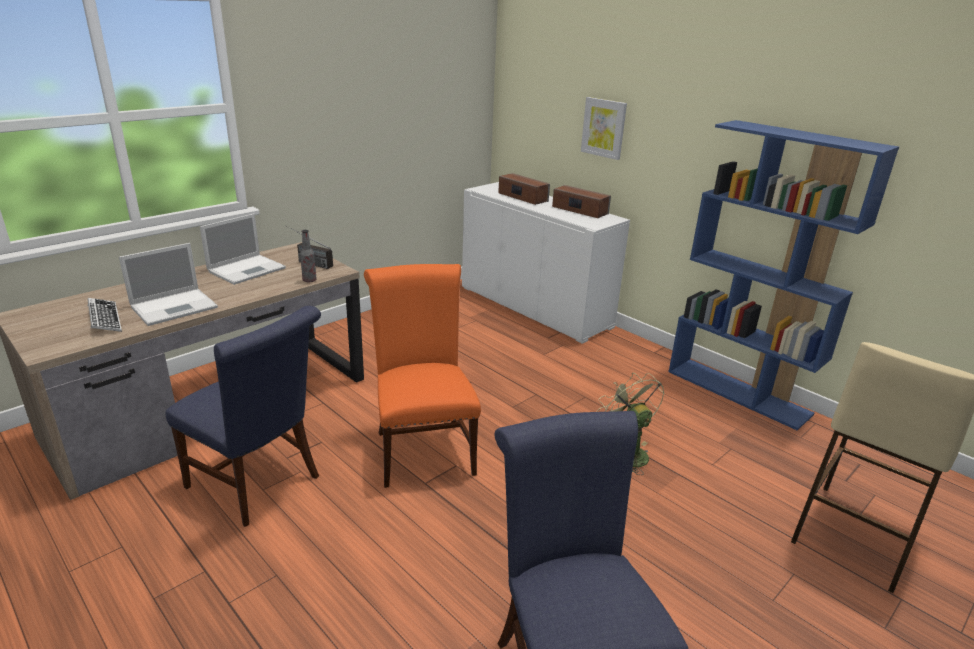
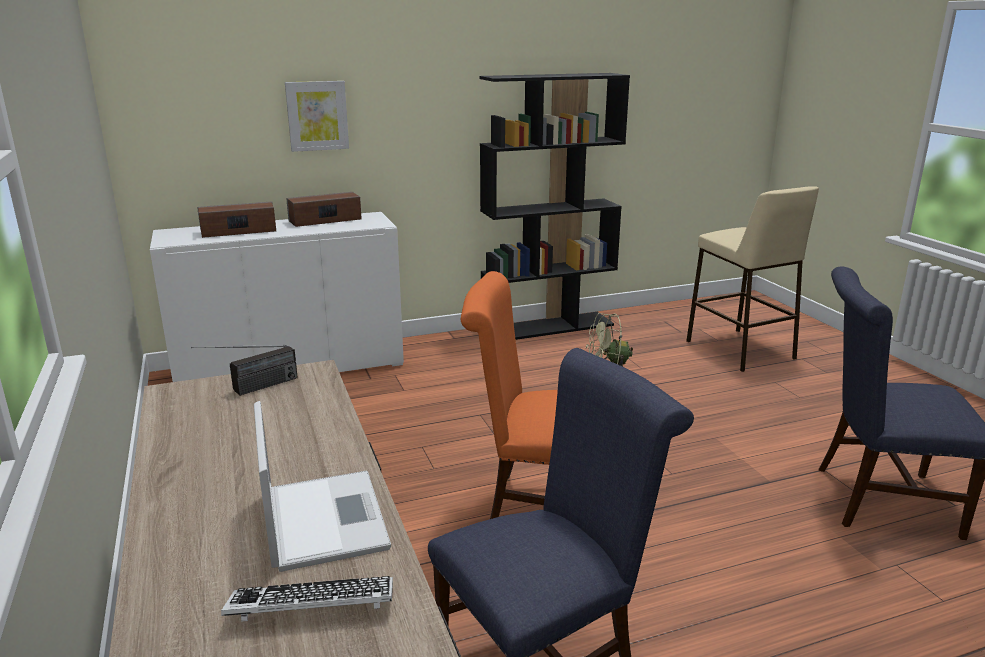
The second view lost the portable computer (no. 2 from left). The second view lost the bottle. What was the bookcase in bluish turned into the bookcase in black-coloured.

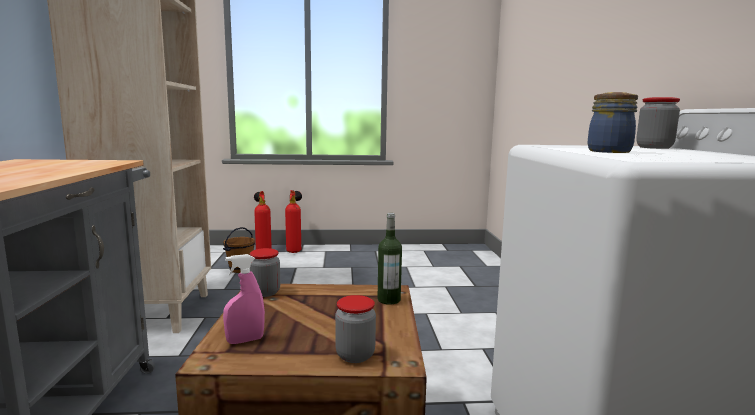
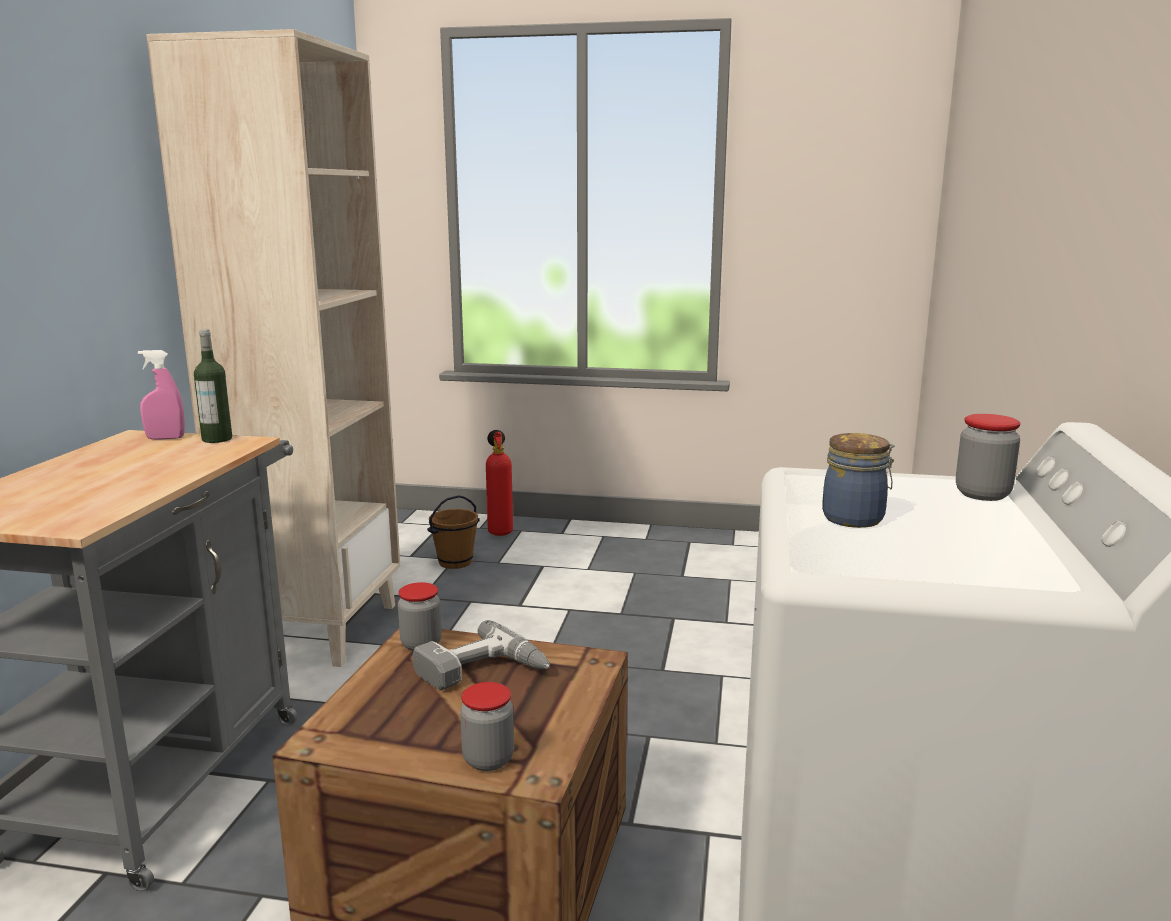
The second view lost the fire extinguisher (no. 2 from left). The second view gained the power drill. The sprayer in pink ended up elsewhere. The bottle ended up elsewhere.

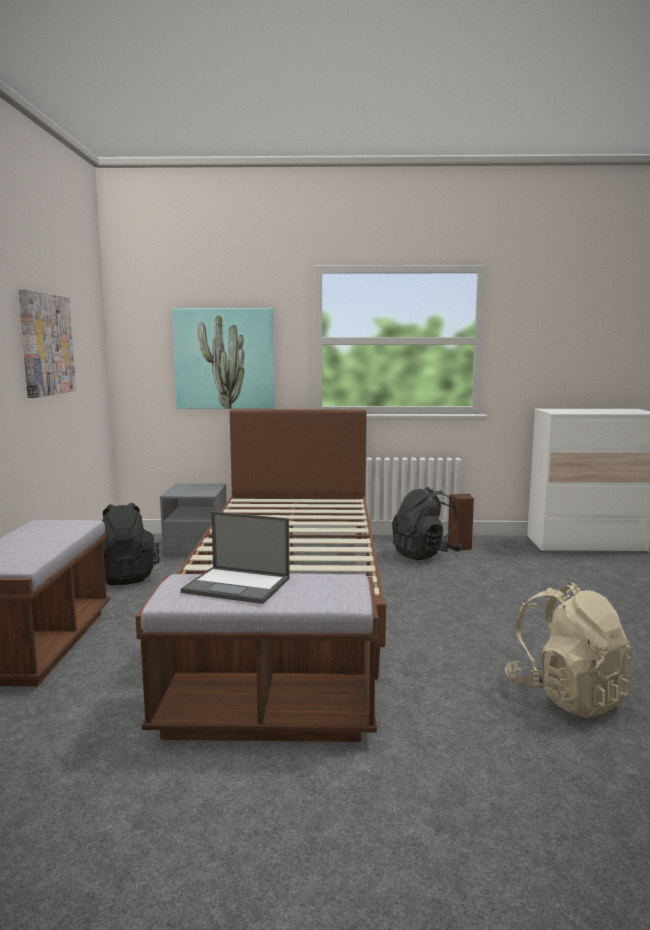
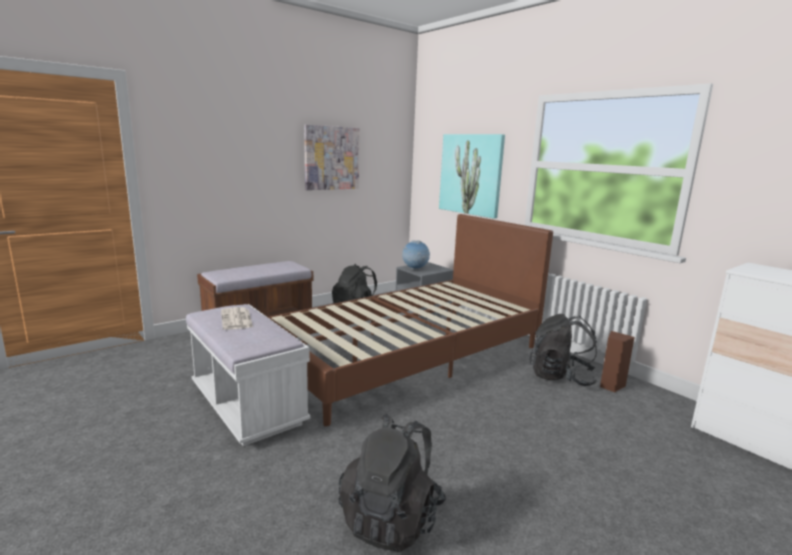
The second view gained the globe. Where the portable computer stood, the daily paper came to stand. What was the bench in brownish (no. 2 from left) turned into the bench in white. What was the knapsack in beige turned into the knapsack in black-coloured (no. 2 from left).

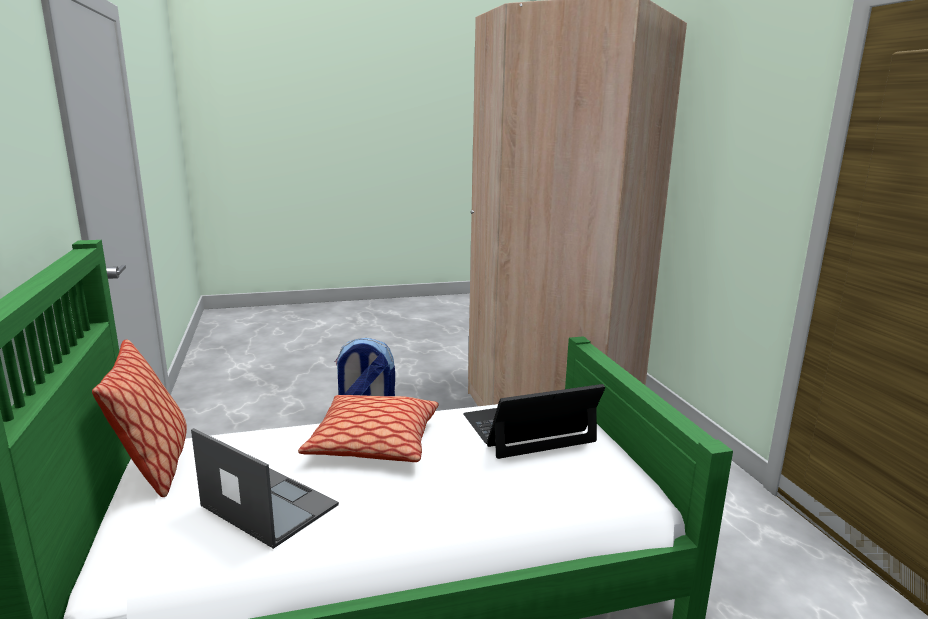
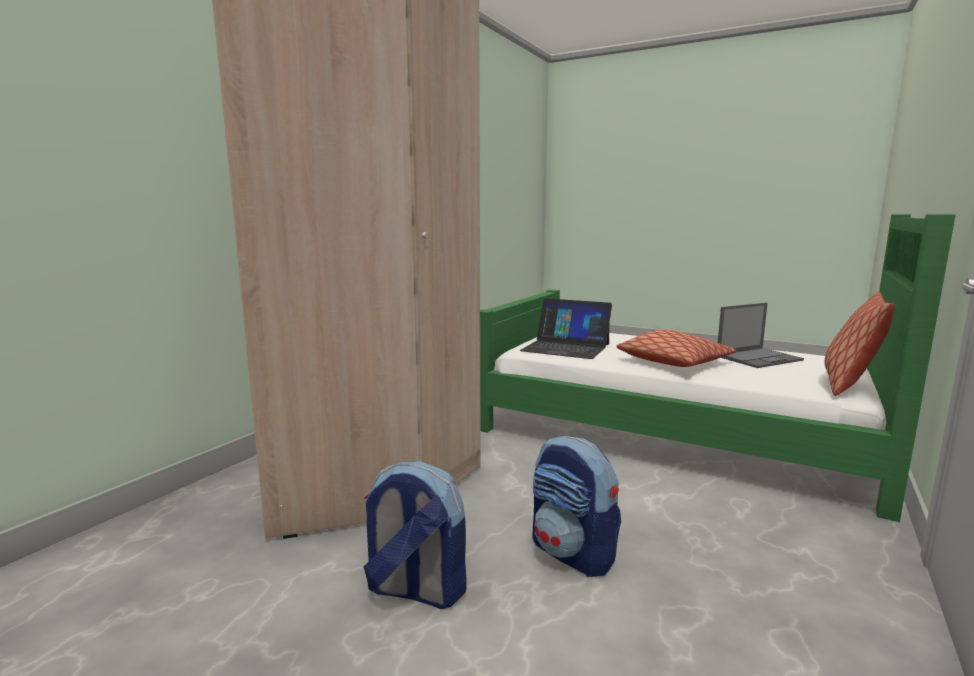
The second view gained the knapsack (no. 1 from left). The portable computer (no. 1 from left in the first image) ended up facing another way, 105 degrees counterclockwise from before.

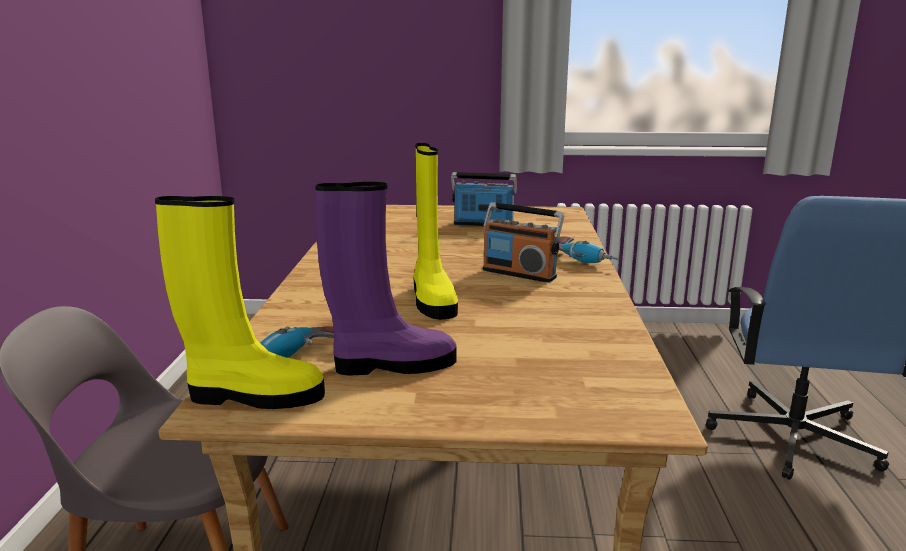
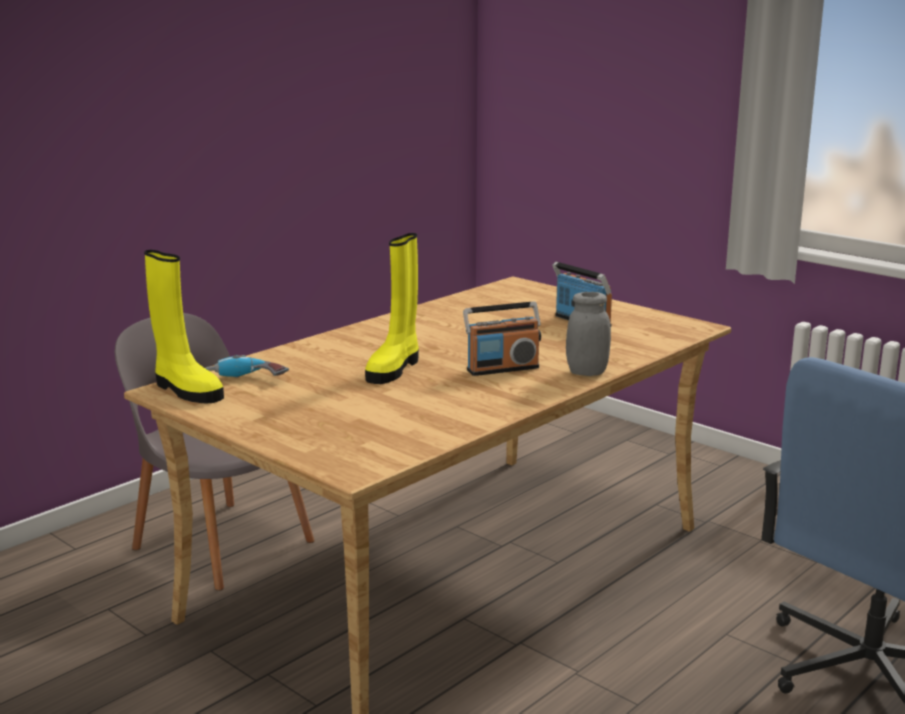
The second view lost the high-top boot in purplish. Where the power drill (no. 2 from left) stood, the jar in gray came to stand. The radio (no. 2 from left in the first image) ended up facing another way, 90 degrees counterclockwise from before.

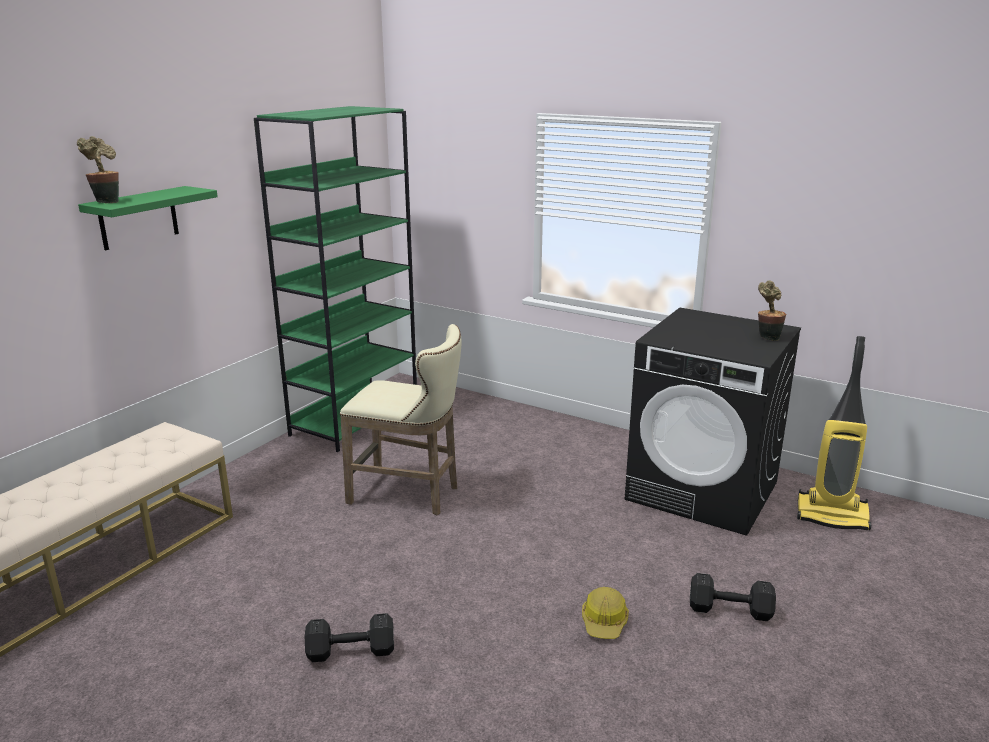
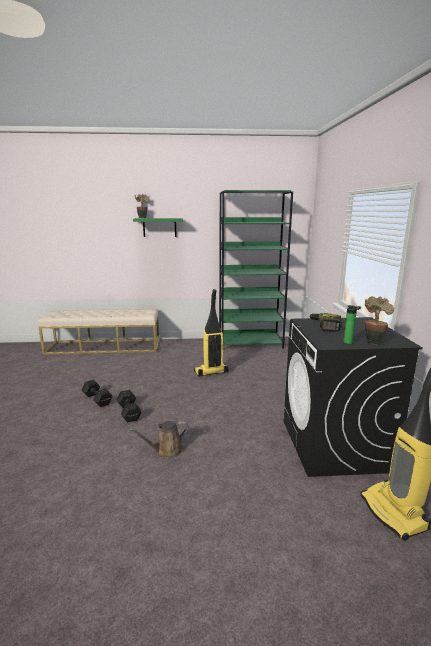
The second view gained the power drill. The second view gained the bottle. The hand weight in black-coloured (no. 2 from left) ended up elsewhere. Where the stool seat in beige stood, the vacuum (no. 1 from left) came to stand. Where the hard hat stood, the watering can in brownish came to stand.

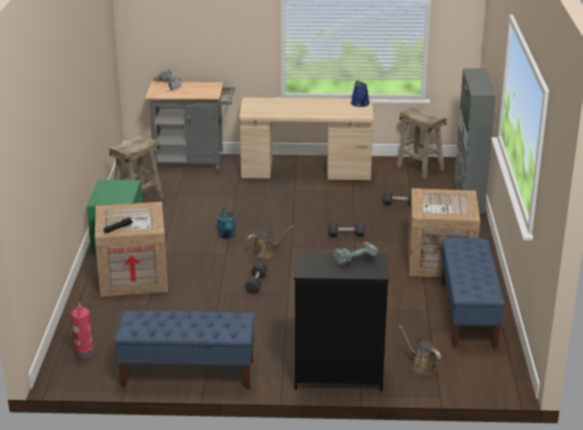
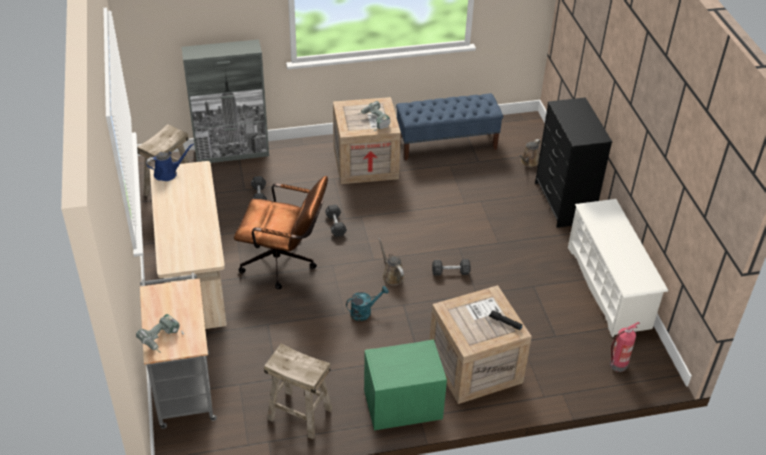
The second view gained the computer chair in brownish. The power drill (no. 2 from left) ended up elsewhere. Where the bench in bluish (no. 1 from left) stood, the shoe shelf in white came to stand.

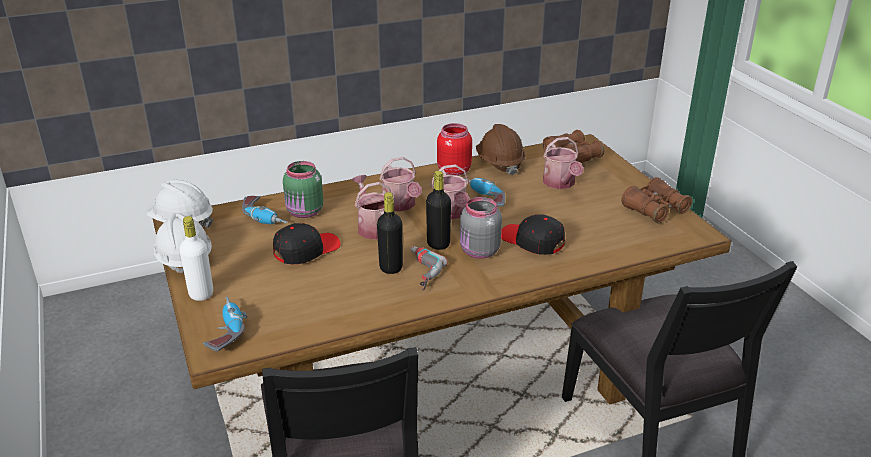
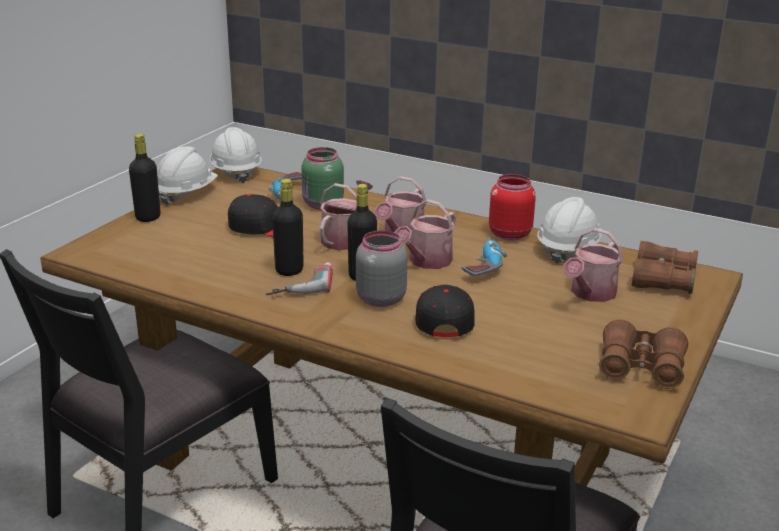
The second view lost the power drill (no. 1 from left). What was the bottle in white turned into the bottle in black-coloured (no. 1 from left). What was the hard hat in brownish turned into the hard hat in white (no. 3 from left).

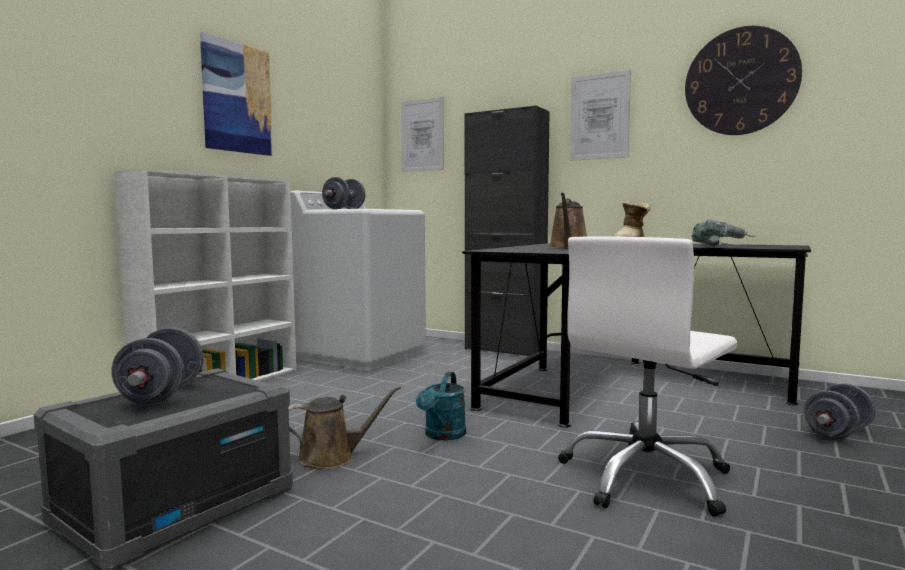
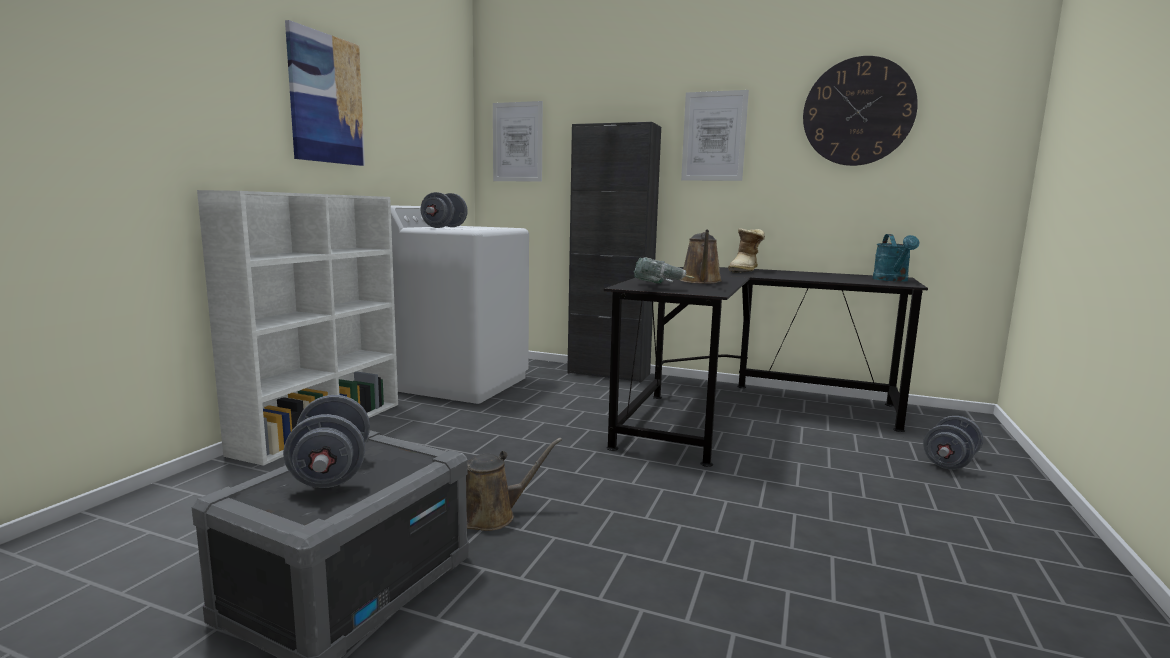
The second view lost the computer chair in white. The watering can in blue-green ended up elsewhere. The power drill ended up elsewhere.

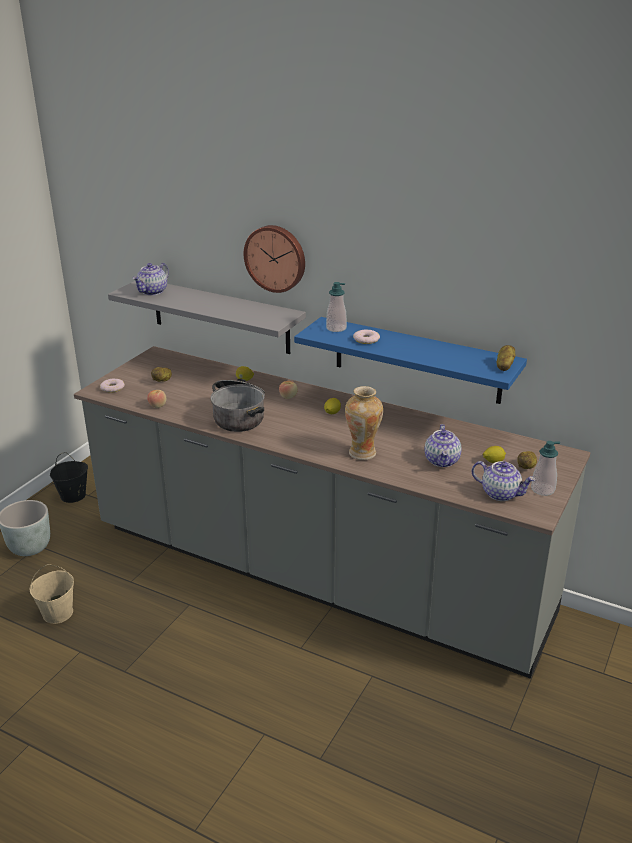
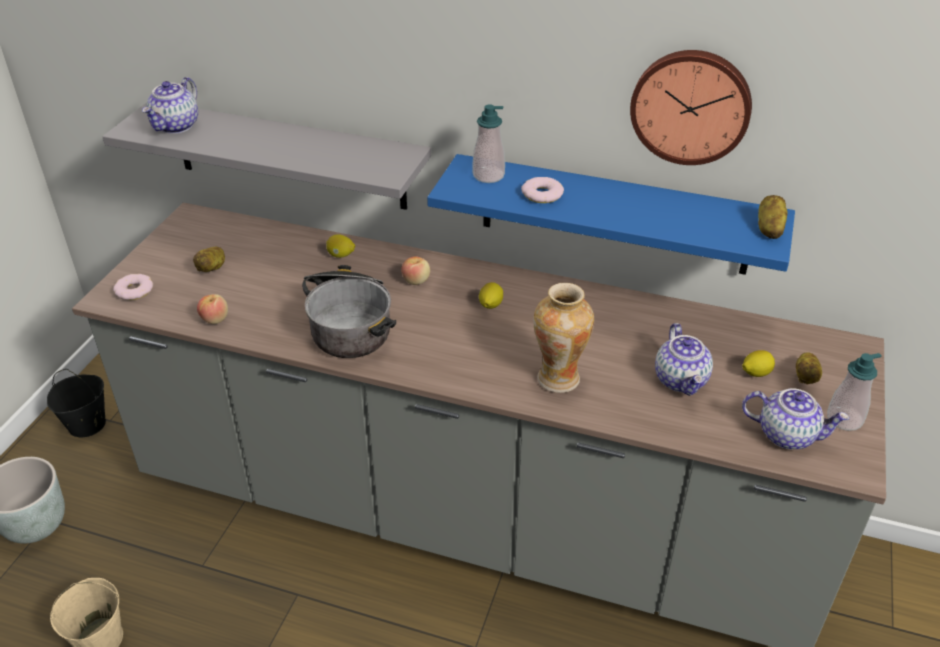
The wall clock ended up elsewhere.

